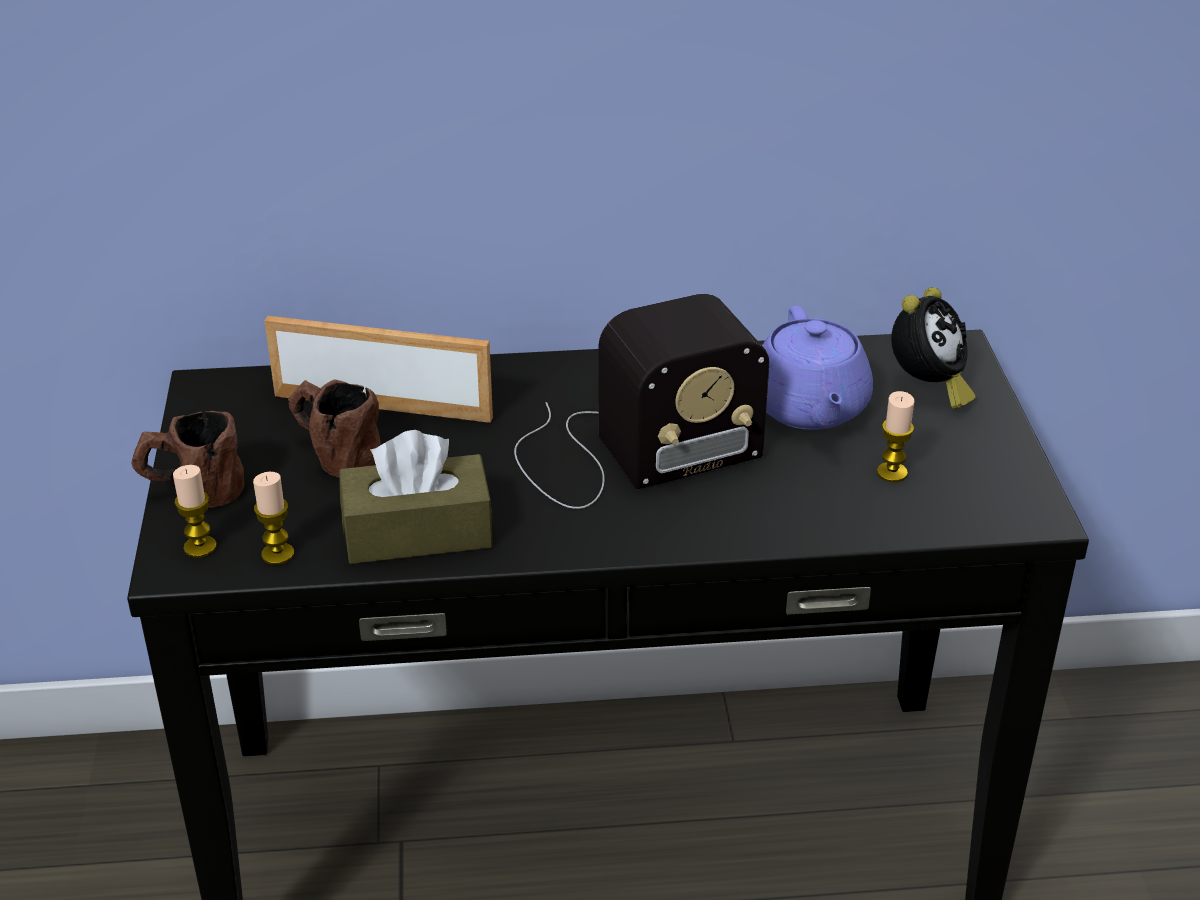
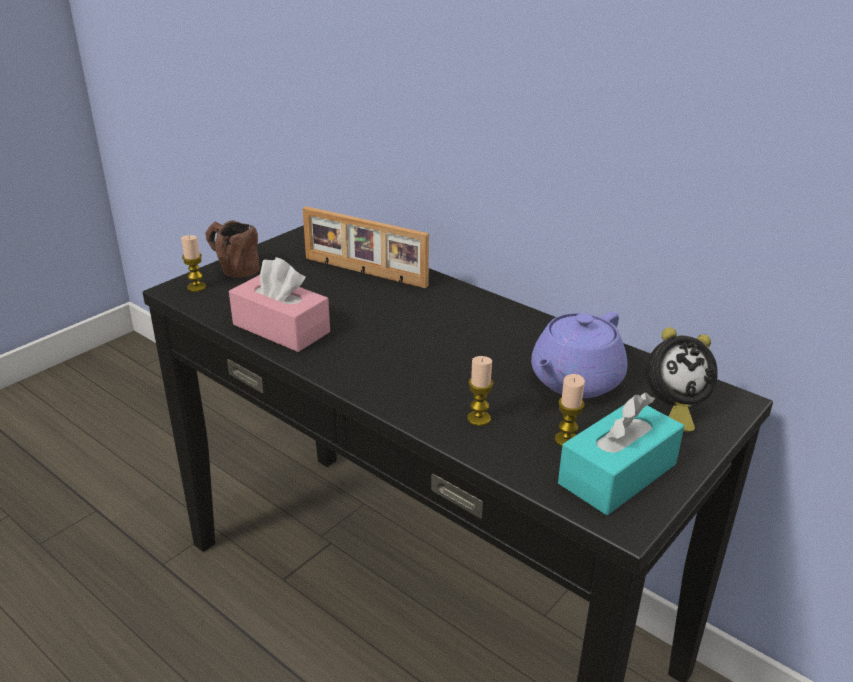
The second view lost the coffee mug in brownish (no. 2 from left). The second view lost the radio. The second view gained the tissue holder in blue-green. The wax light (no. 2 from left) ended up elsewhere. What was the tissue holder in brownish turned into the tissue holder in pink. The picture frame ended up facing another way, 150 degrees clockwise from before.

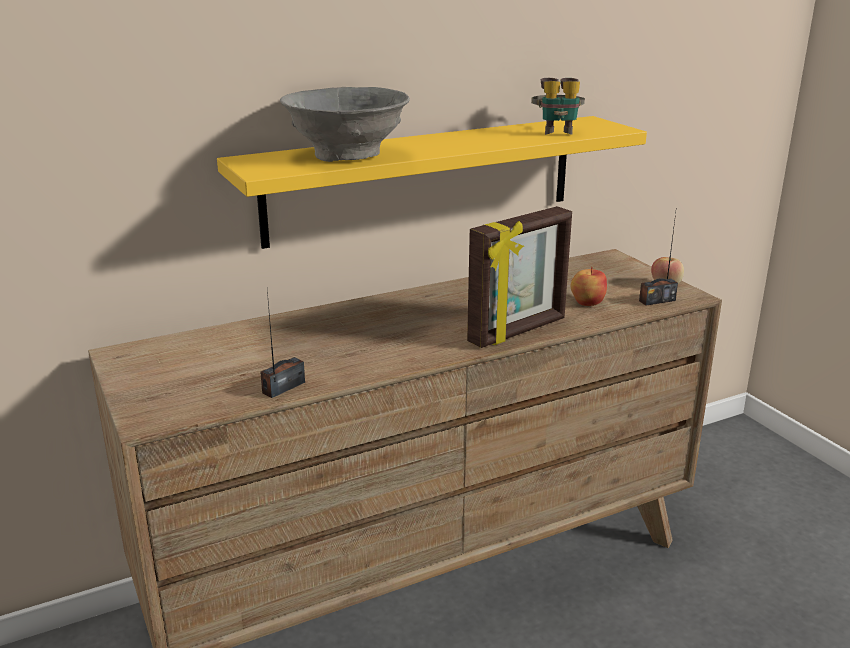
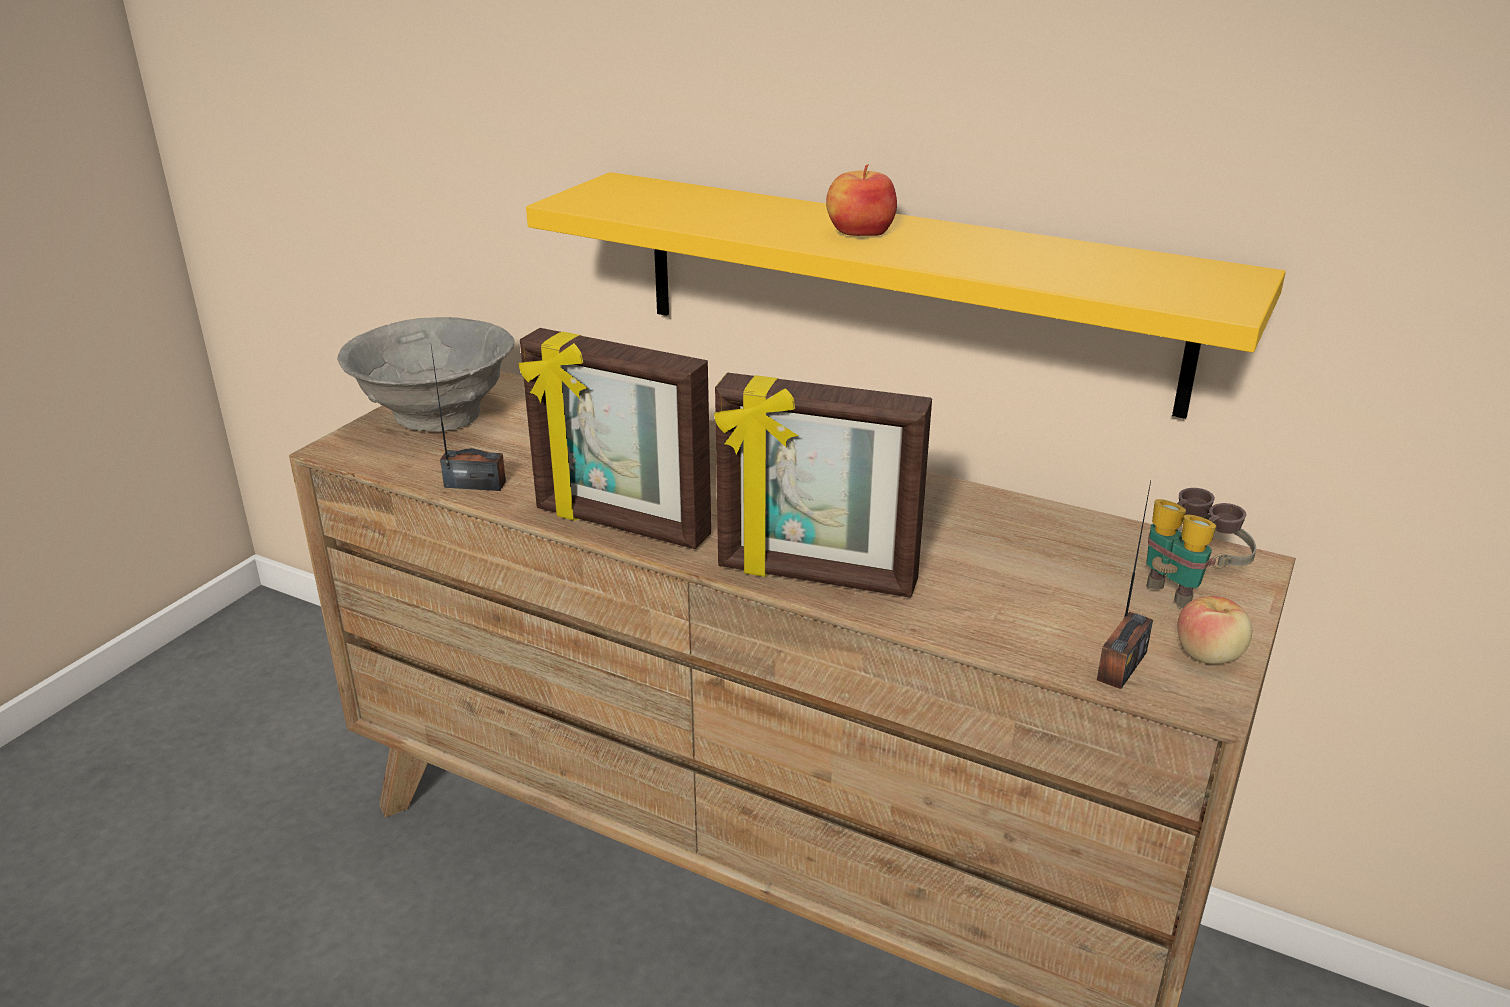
The second view gained the picture frame (no. 1 from left). The serving bowl in gray ended up elsewhere. The field glasses ended up elsewhere. The apple fruit (no. 1 from left) ended up elsewhere. The radio (no. 2 from left) ended up facing another way, 90 degrees counterclockwise from before.

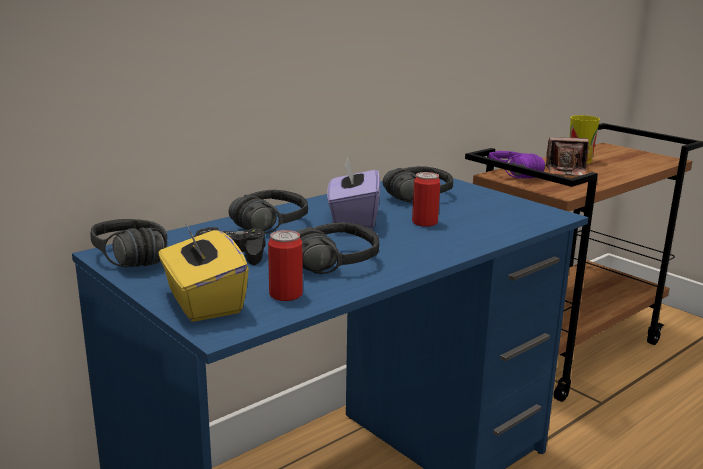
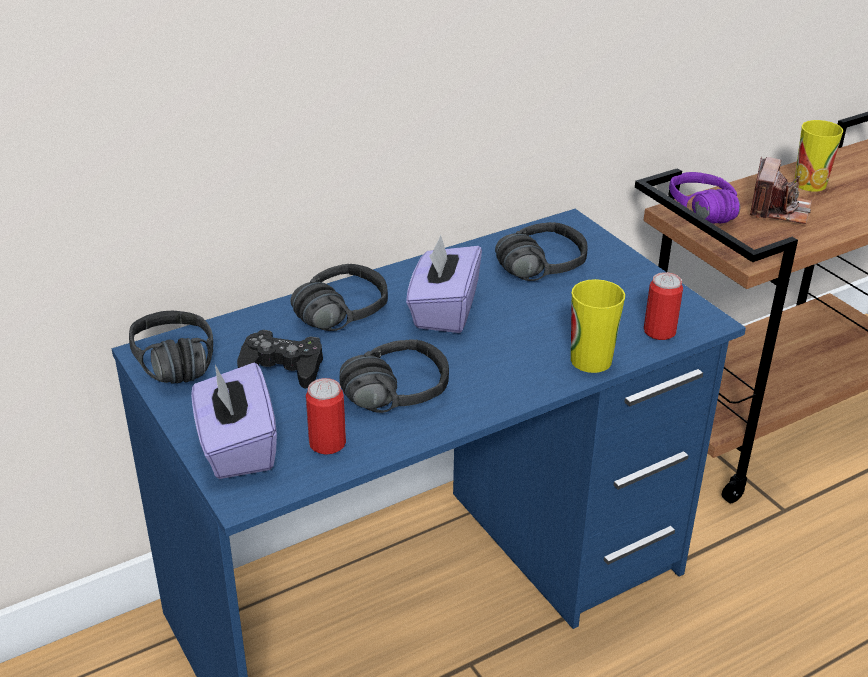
The second view gained the small cup (no. 1 from left). The metal can (no. 2 from left) ended up elsewhere. What was the tissue holder in yellowish turned into the tissue holder in purplish (no. 1 from left). The photo camera ended up facing another way, 90 degrees counterclockwise from before.

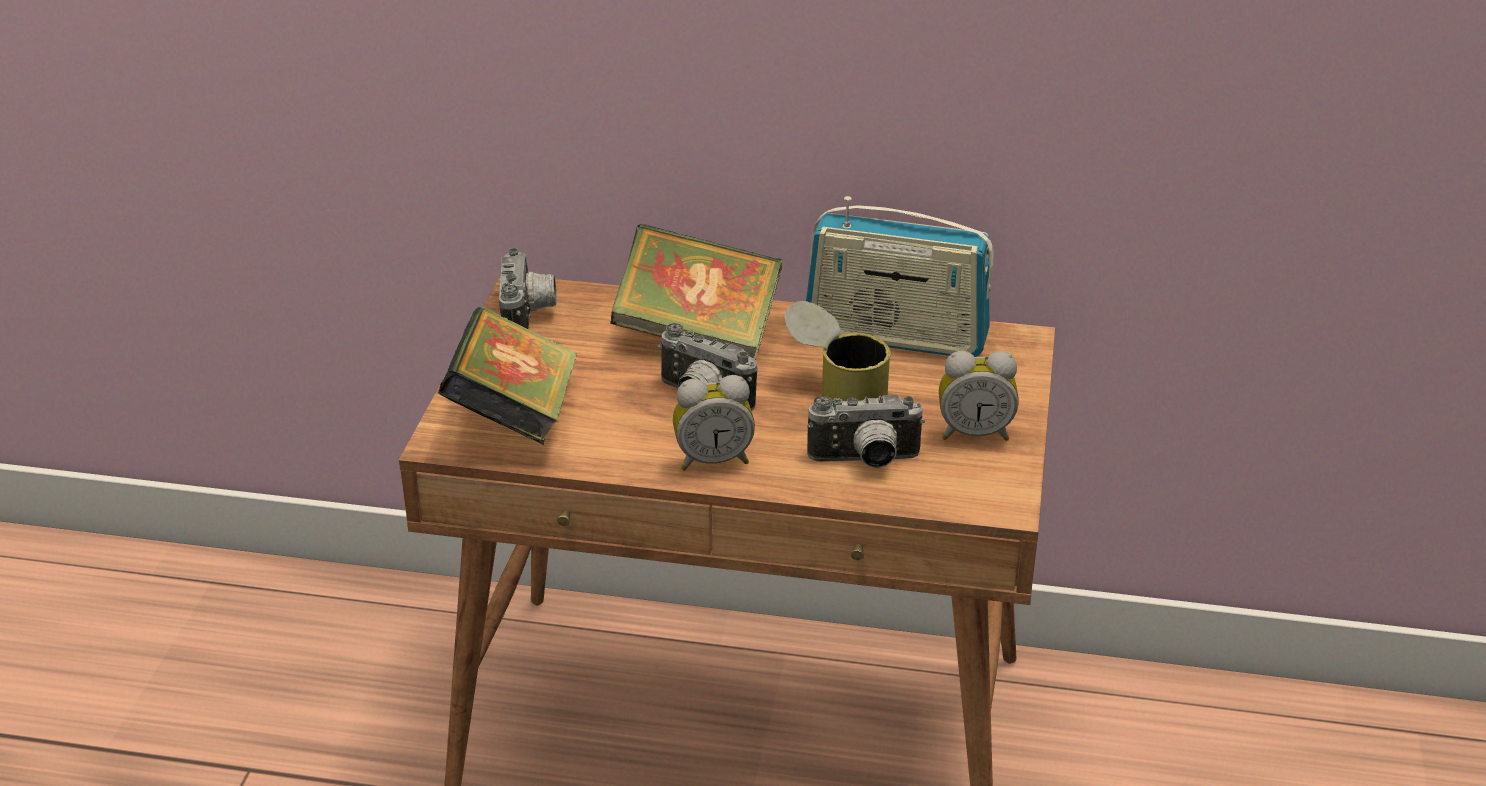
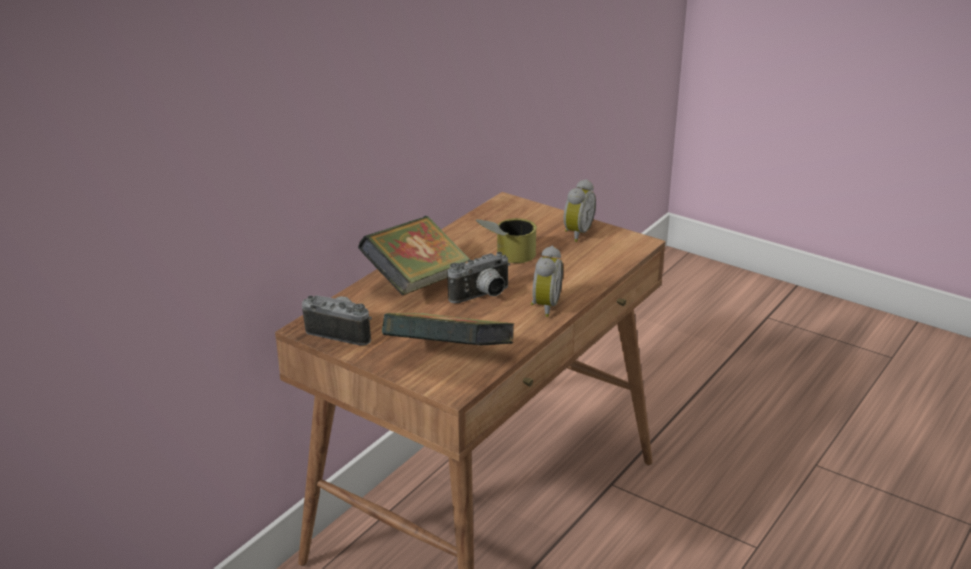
The second view lost the radio. The second view lost the photo camera (no. 3 from left).

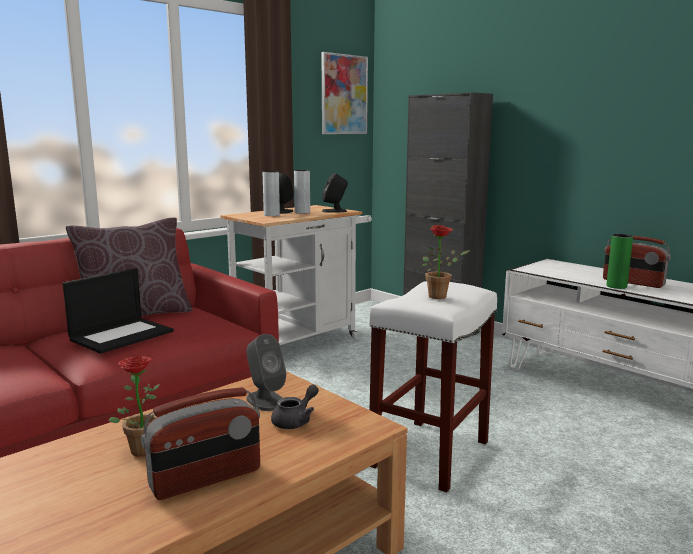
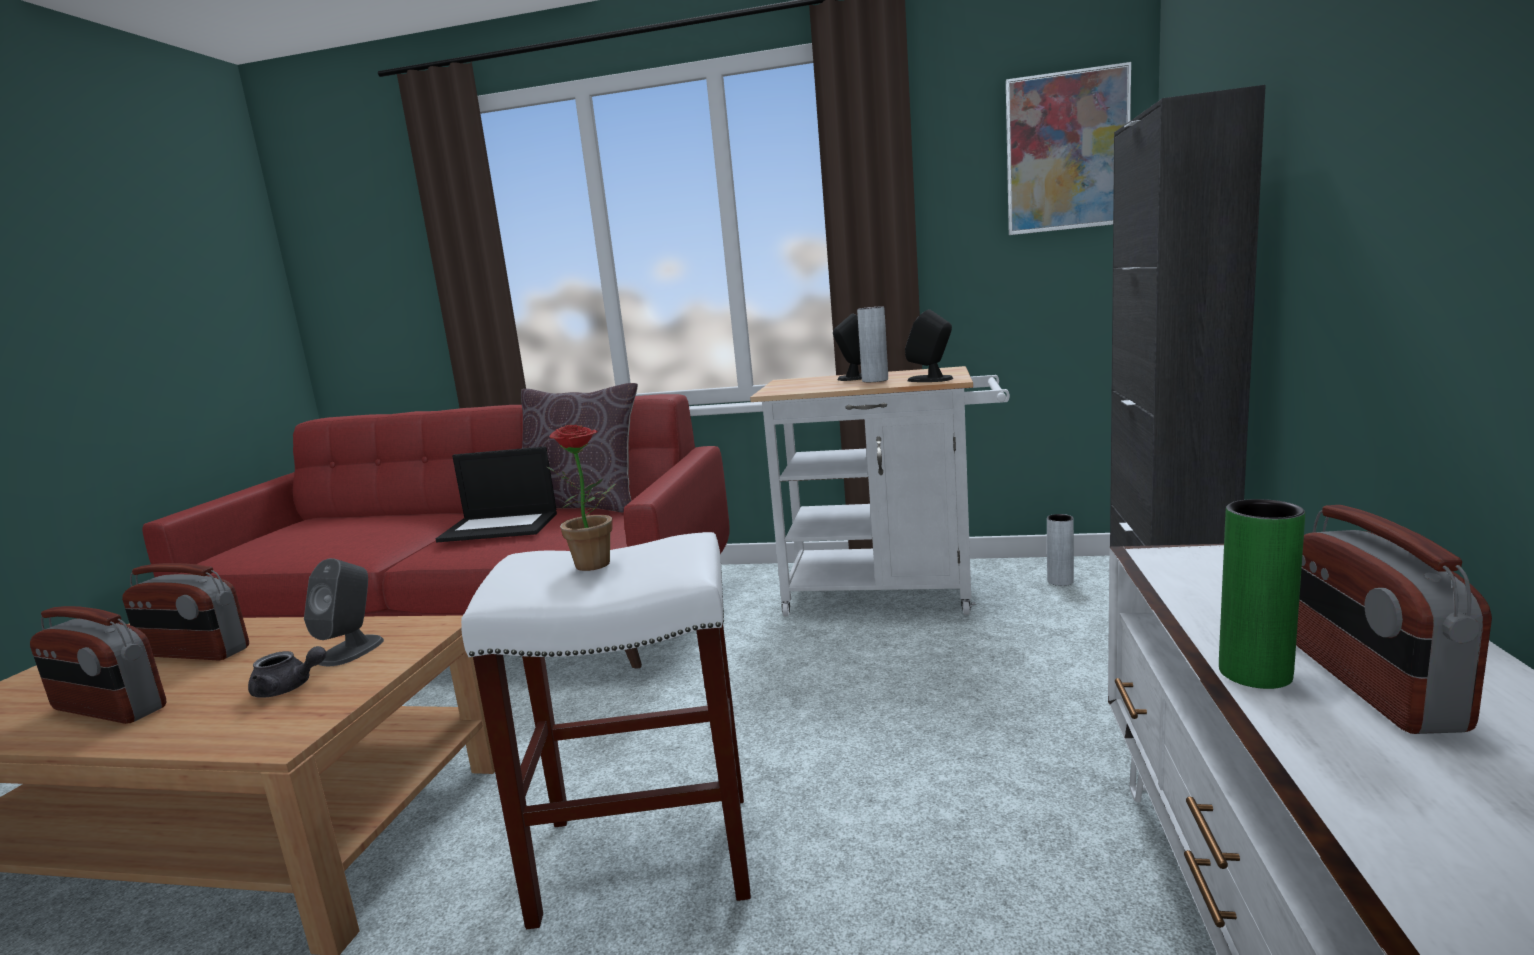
The vase in gray (no. 1 from left in the first image) ended up elsewhere. Where the houseplant (no. 1 from left) stood, the radio (no. 2 from left) came to stand.

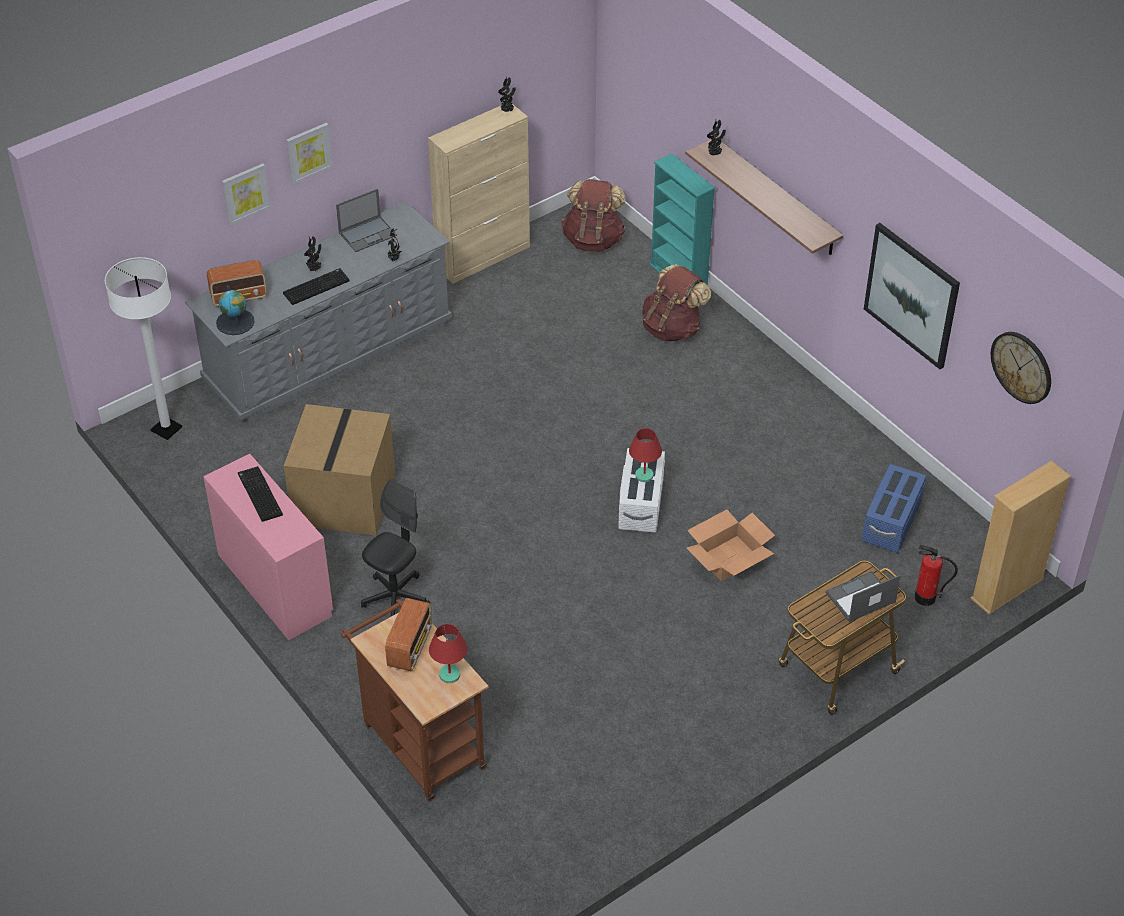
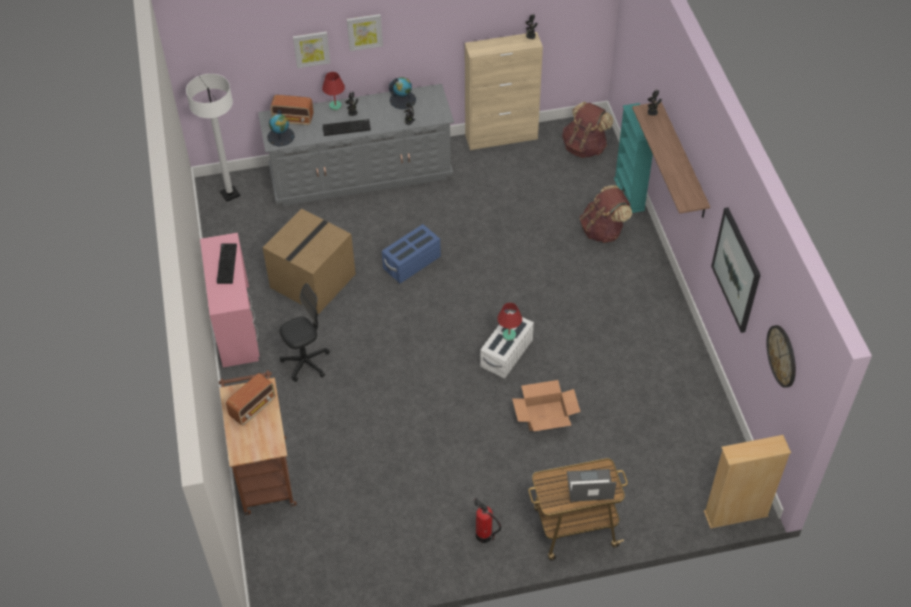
The table lamp in red-coloured (no. 1 from left) ended up elsewhere. The storage box in bluish ended up elsewhere. The fire extinguisher ended up elsewhere. Where the portable computer (no. 1 from left) stood, the globe (no. 2 from left) came to stand.

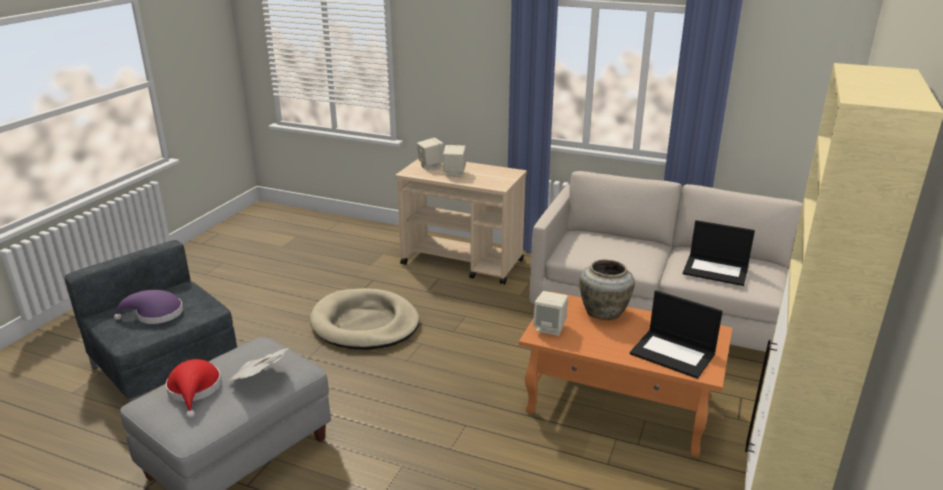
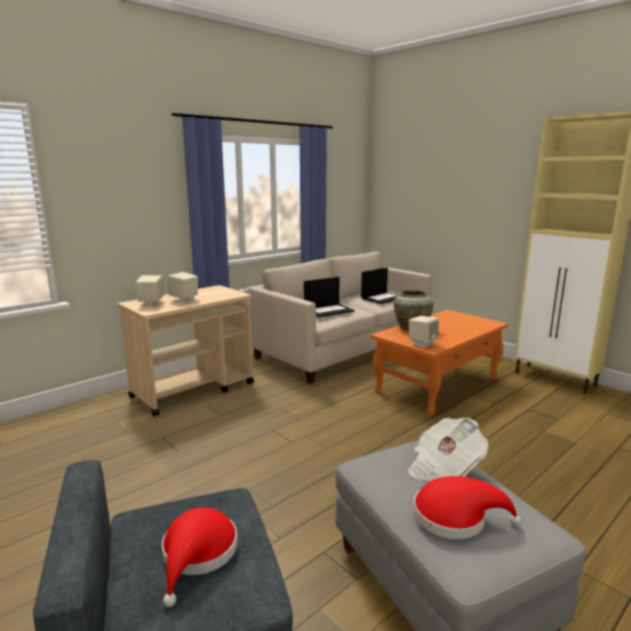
The second view lost the dog bed in beige. The portable computer (no. 1 from left) ended up elsewhere. What was the hat in purplish turned into the hat in red-coloured (no. 1 from left).

